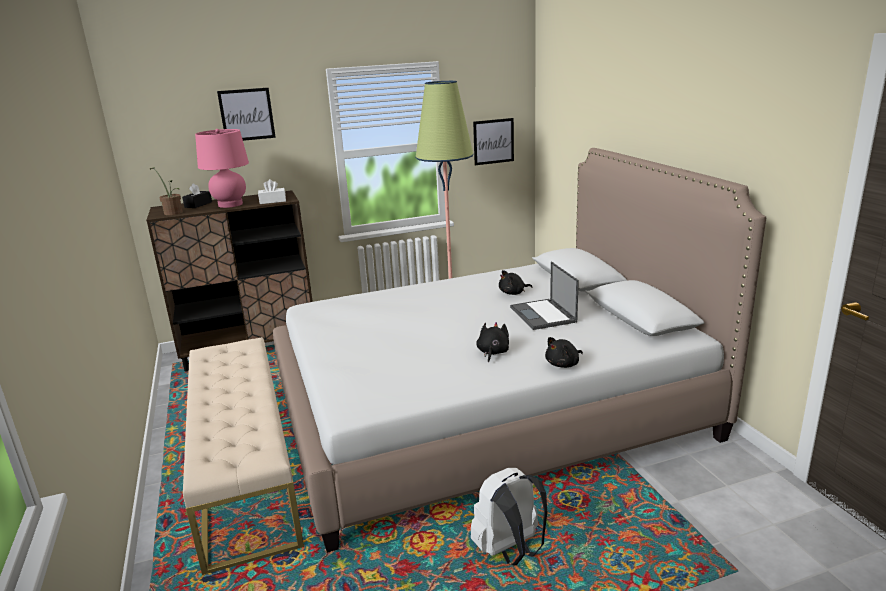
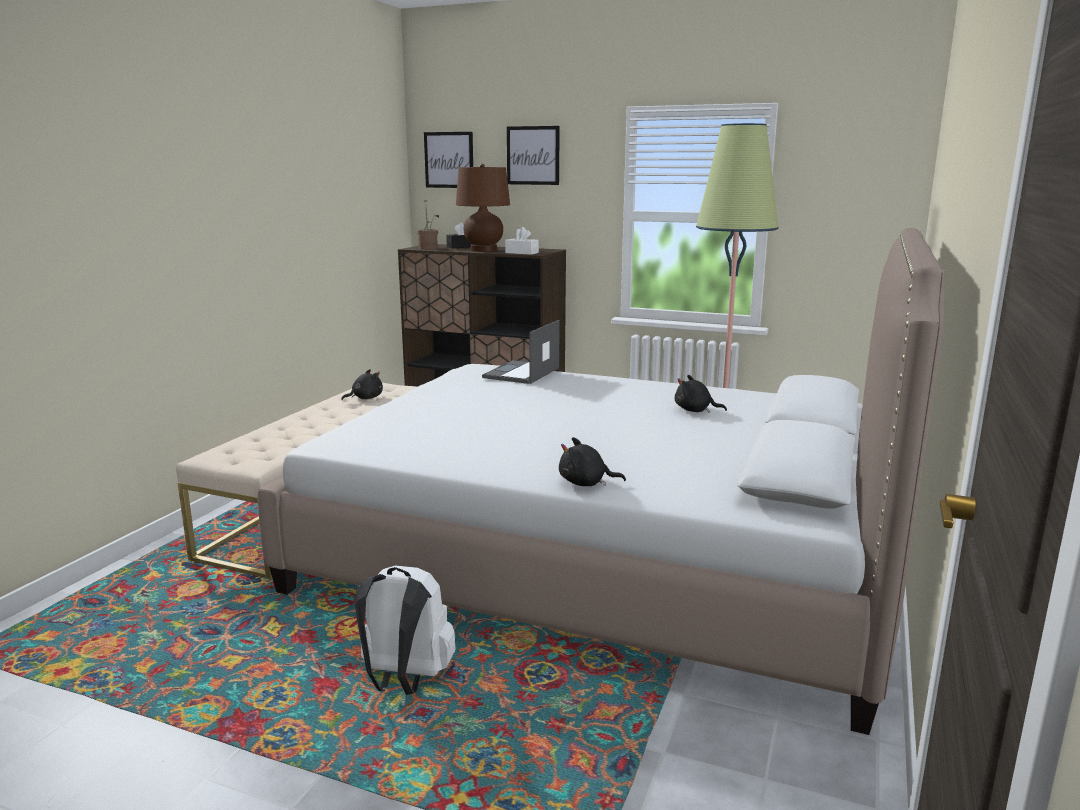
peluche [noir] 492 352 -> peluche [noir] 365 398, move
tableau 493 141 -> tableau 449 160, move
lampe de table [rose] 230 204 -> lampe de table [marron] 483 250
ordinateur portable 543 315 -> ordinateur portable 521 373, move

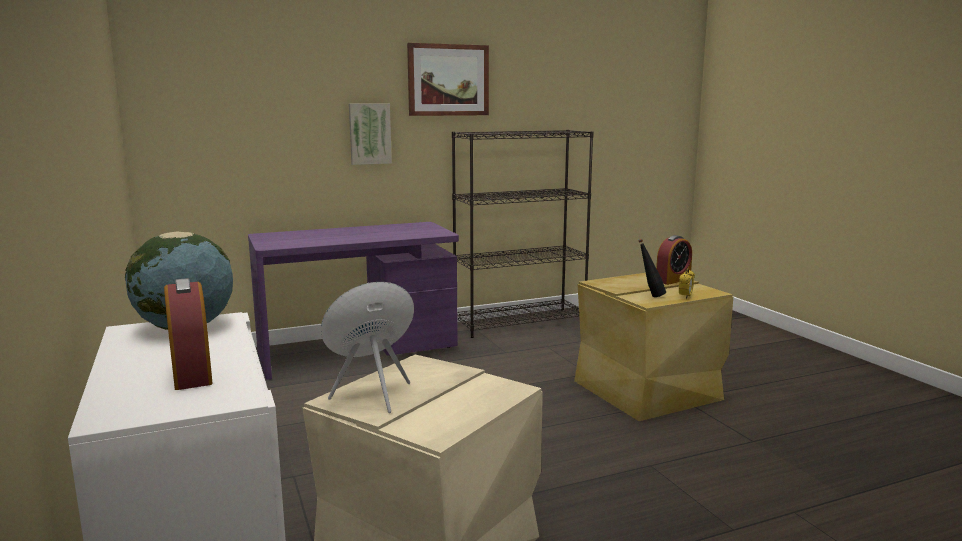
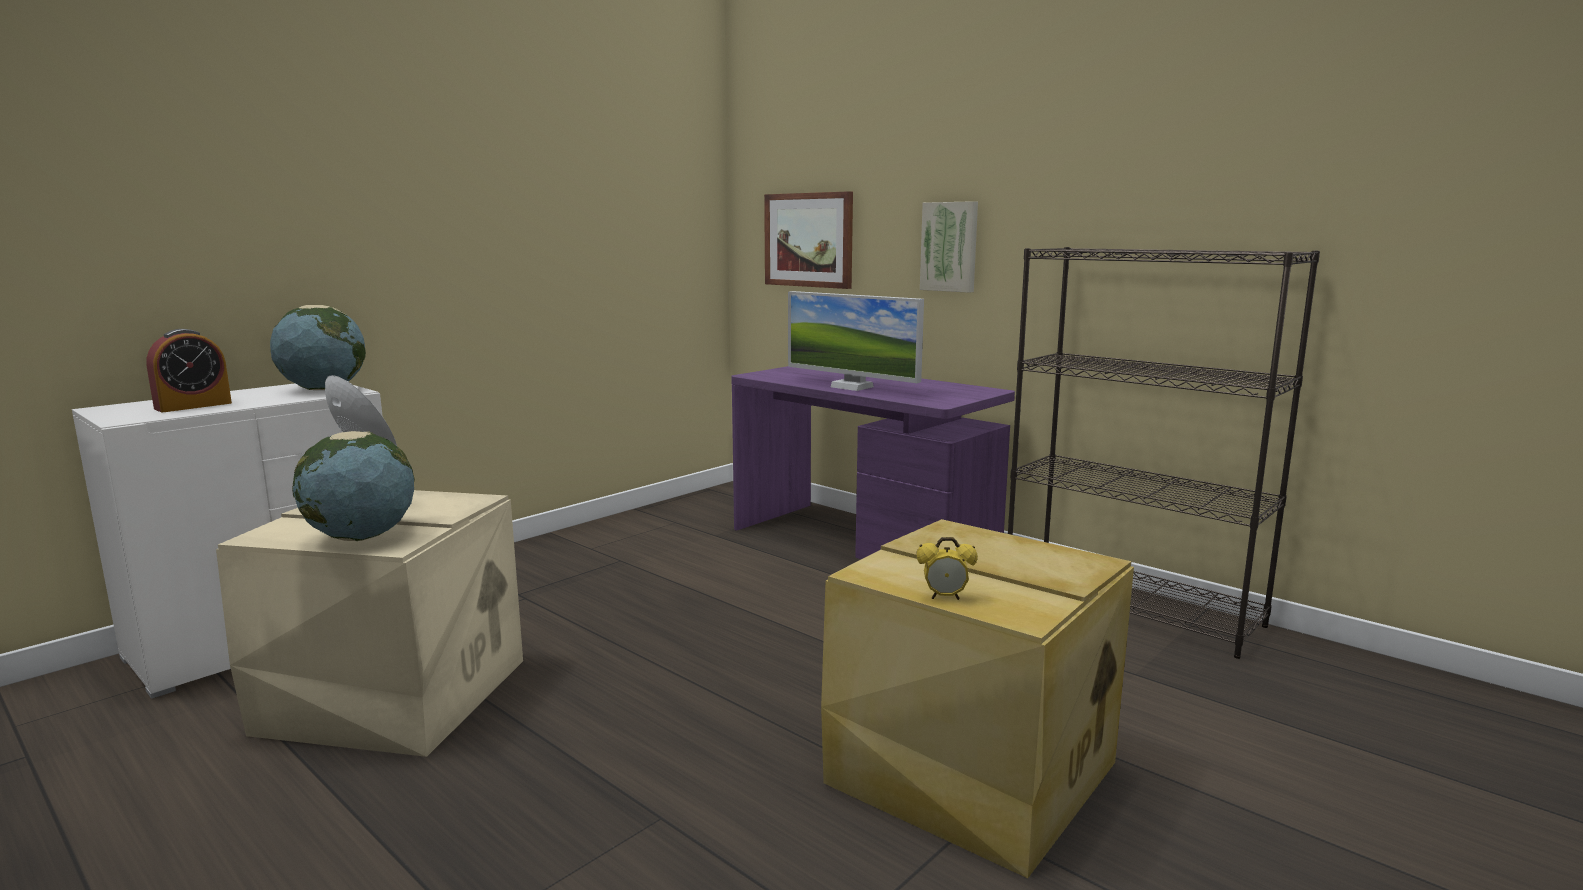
none -> globe 360 537
tableau 448 80 -> tableau 809 240, move
none -> écran d'ordinateur 852 387
bouteille [noir] 650 296 -> none
réveil 673 280 -> none

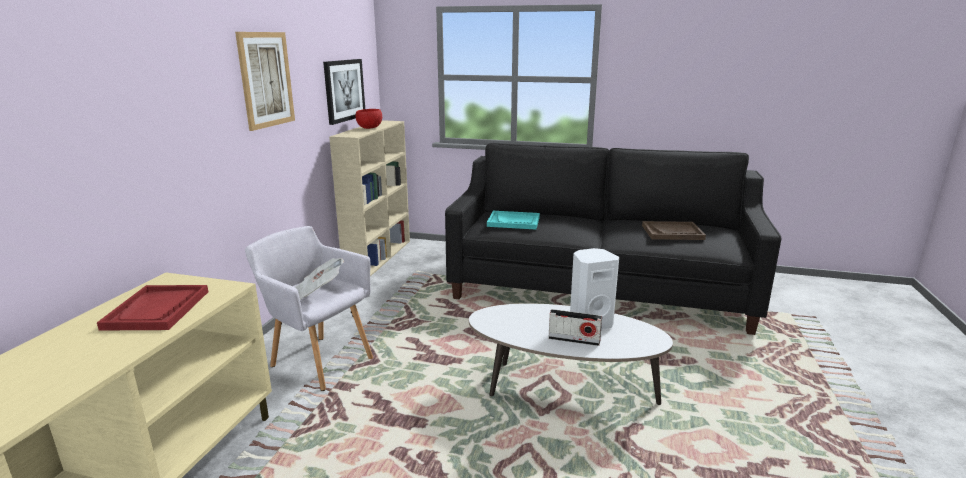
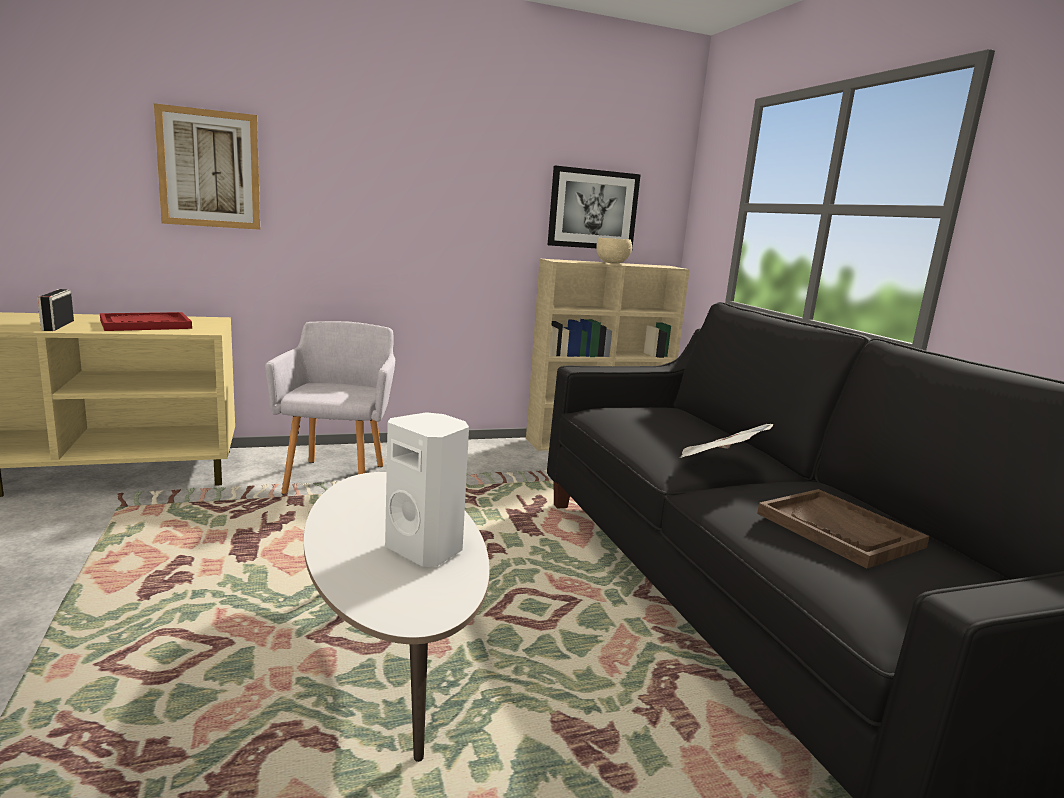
radio 574 340 -> radio 58 326, move
tableau 266 79 -> tableau 209 169, move
bol [rouge] 369 128 -> bol [beige] 612 263
journal 317 292 -> journal 718 463, move
plateau [turquoise] 514 222 -> none

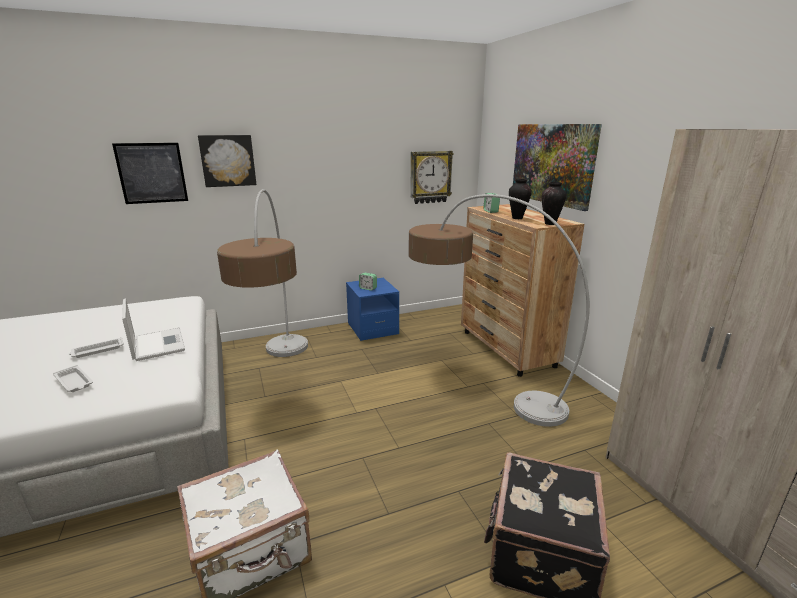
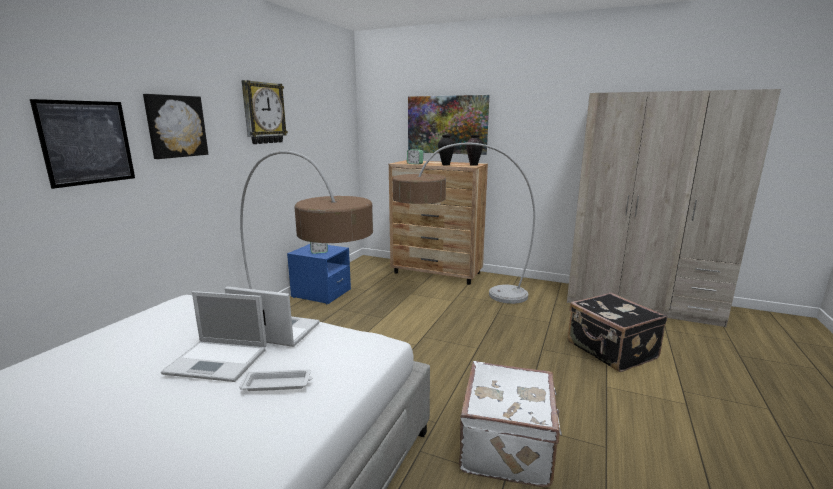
plateau [blanc] 97 350 -> ordinateur portable 219 361
horloge murale 430 177 -> horloge murale 263 113, move

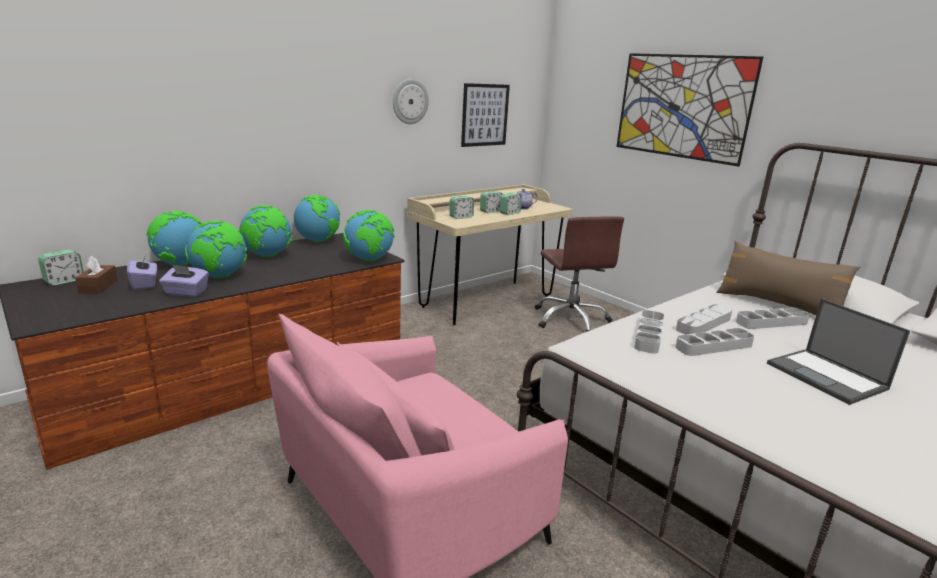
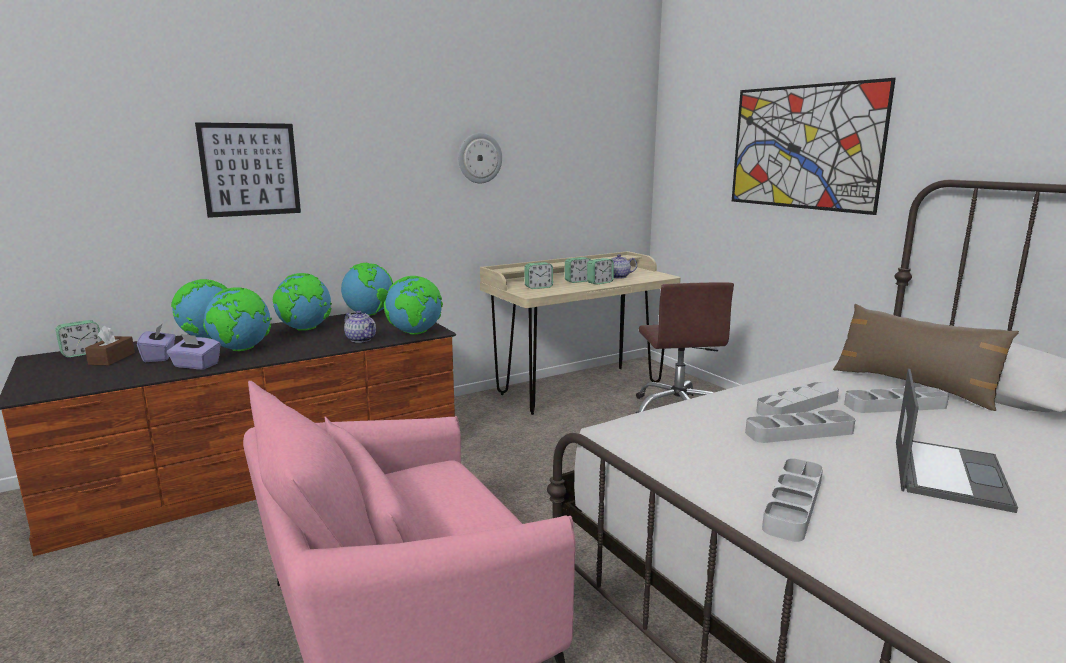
tableau 485 115 -> tableau 250 169, move
none -> théière 361 339
plateau [gris] 649 335 -> plateau [gris] 793 504, move
ordinateur portable 827 377 -> ordinateur portable 948 473, 135 degrees counterclockwise

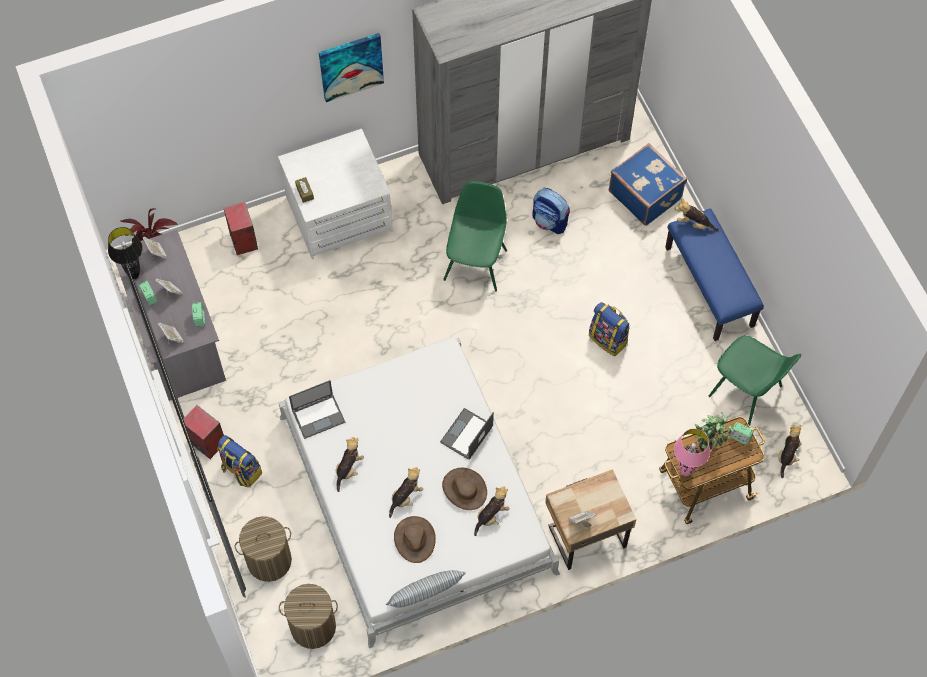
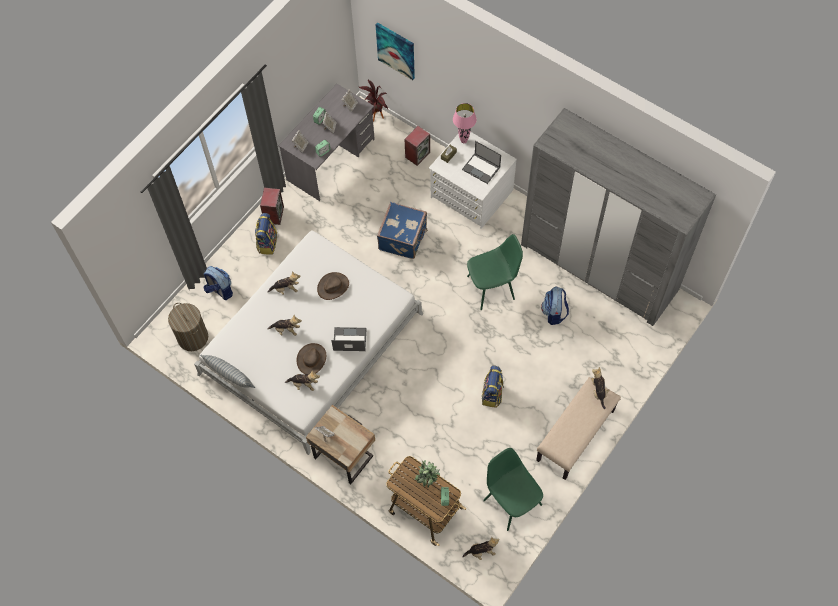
panier à linge 269 560 -> sac à dos 220 290
chapeau [marron] 414 539 -> chapeau [marron] 333 286, move
tableau 351 66 -> tableau 396 50, move
valise [bleu] 645 194 -> valise [bleu] 403 238, move
lampe de table [rose] 685 472 -> lampe de table [rose] 464 141, move
ordinateur portable 319 415 -> ordinateur portable 481 168, move
chaise [vert] 747 392 -> chaise [vert] 511 501, 135 degrees clockwise
banc [bleu] 710 287 -> banc [beige] 575 436
lampe de table [noir] 134 275 -> none

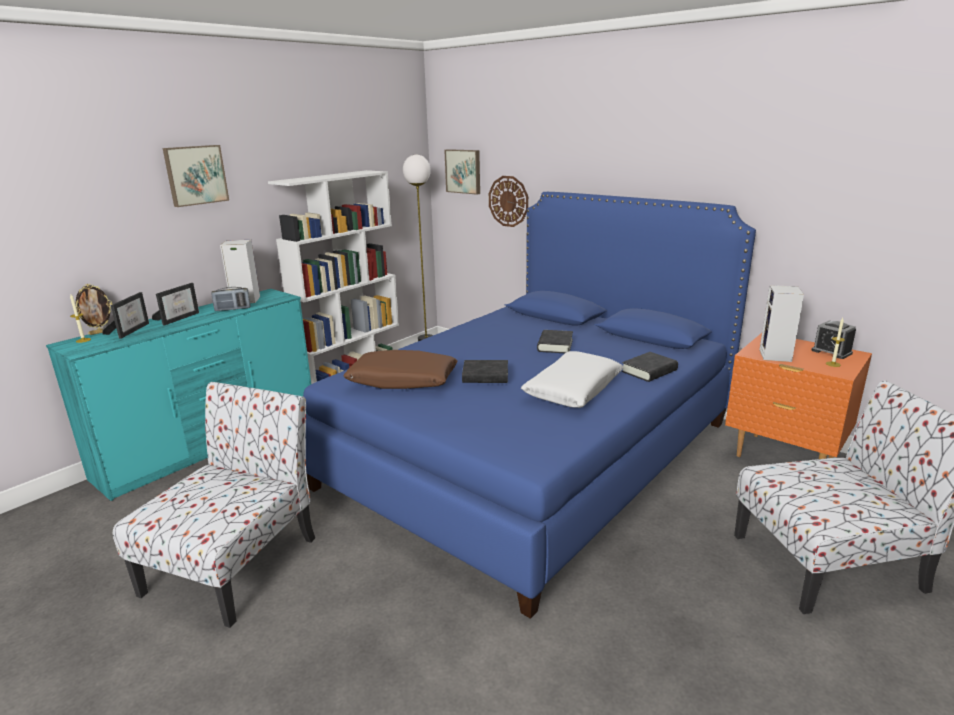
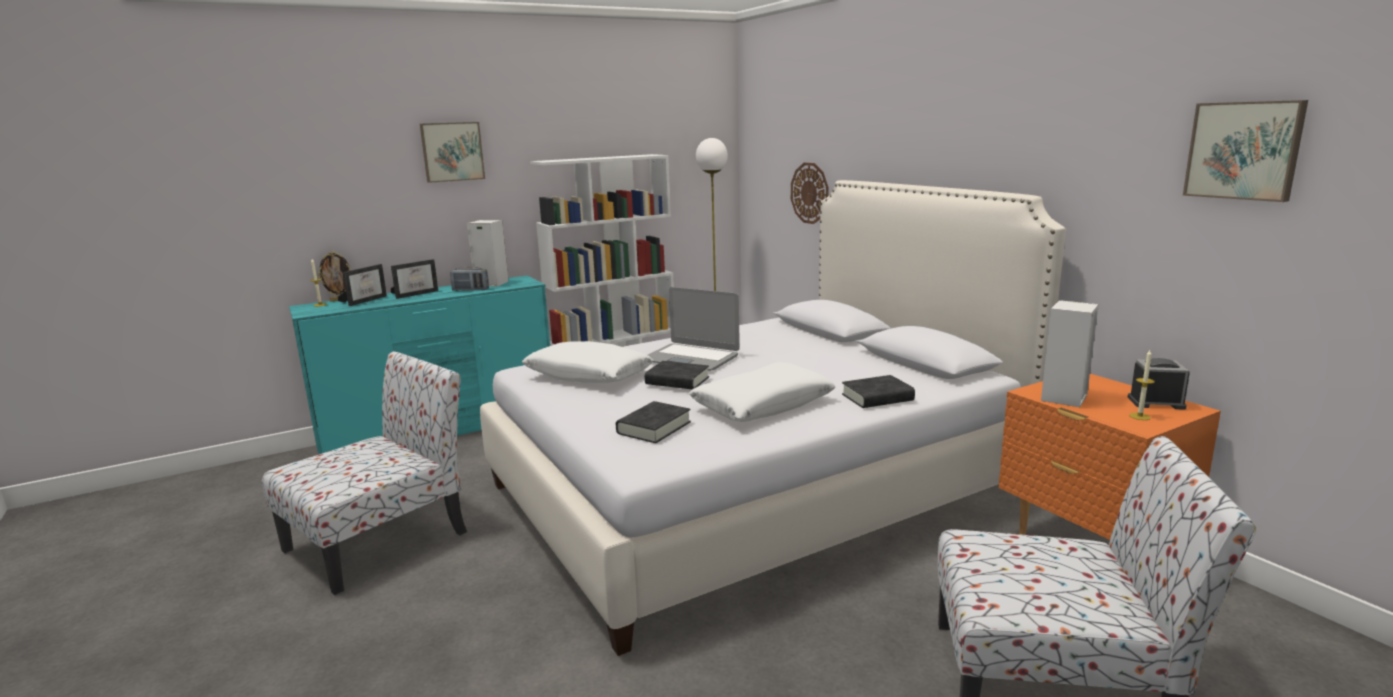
lit [bleu] 531 453 -> lit [blanc] 754 489
coussin [marron] 402 380 -> coussin [blanc] 588 375
livre [noir] 555 345 -> livre [noir] 654 427, move
none -> ordinateur portable 691 358
réveil 831 352 -> réveil 1156 402, 120 degrees clockwise
tableau 463 171 -> tableau 1244 150, move

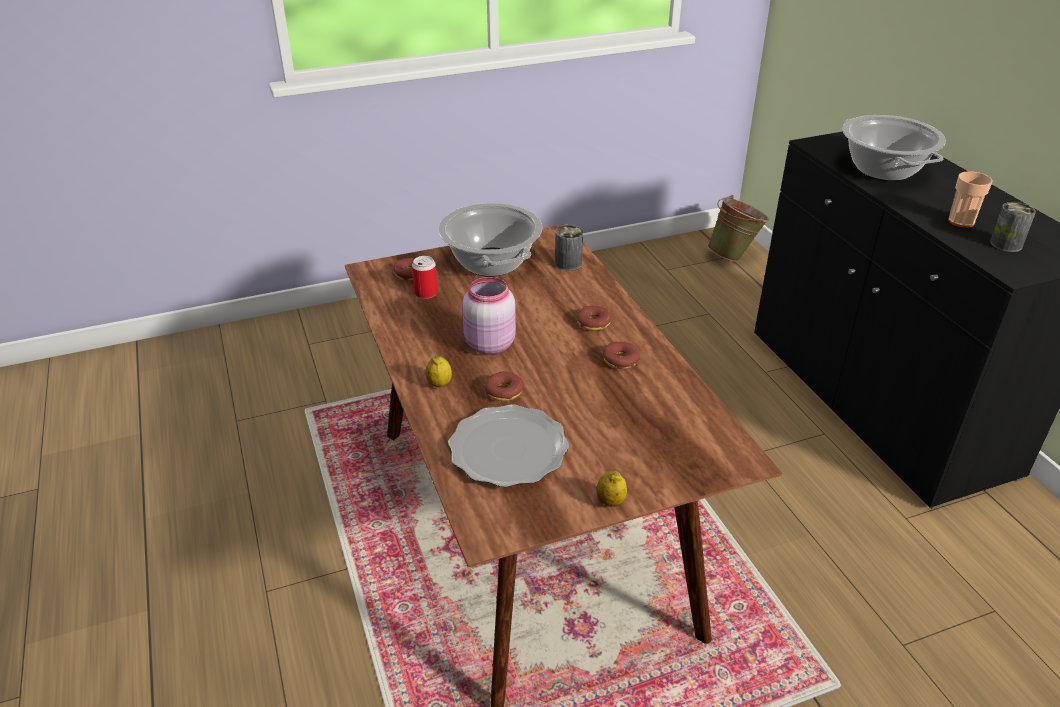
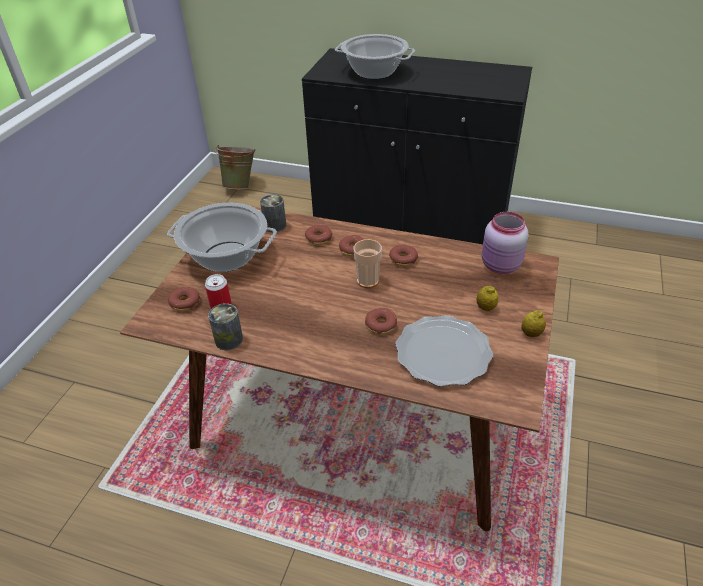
boîte métallique 1006 244 -> boîte métallique 229 340, move
none -> beignet 318 238
tasse 961 221 -> tasse 368 281, move
citron 439 384 -> citron 485 307, move
bocal [rose] 488 345 -> bocal [rose] 500 266, move

